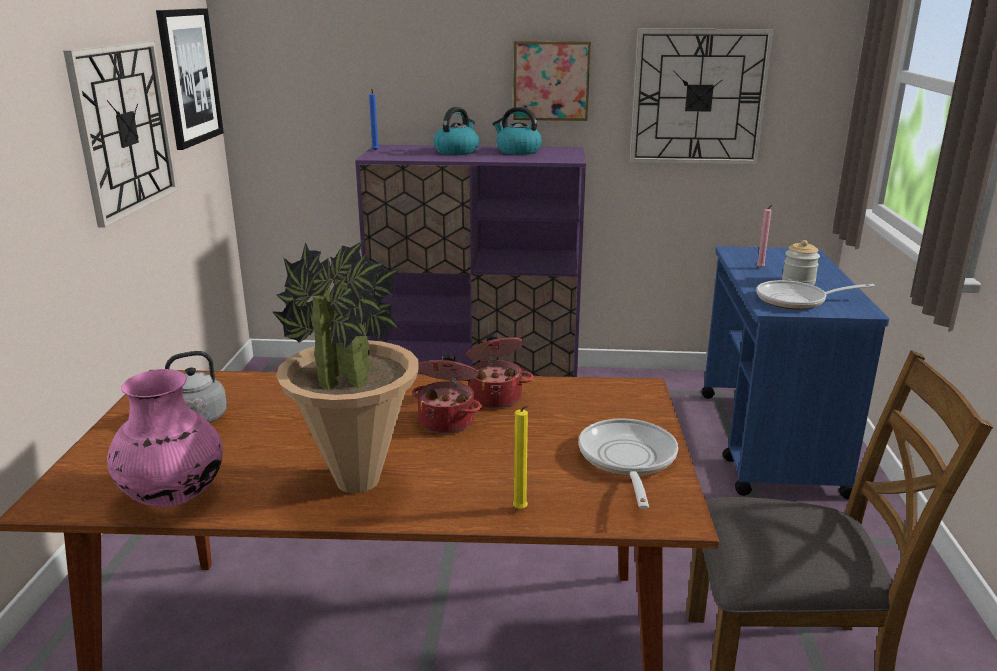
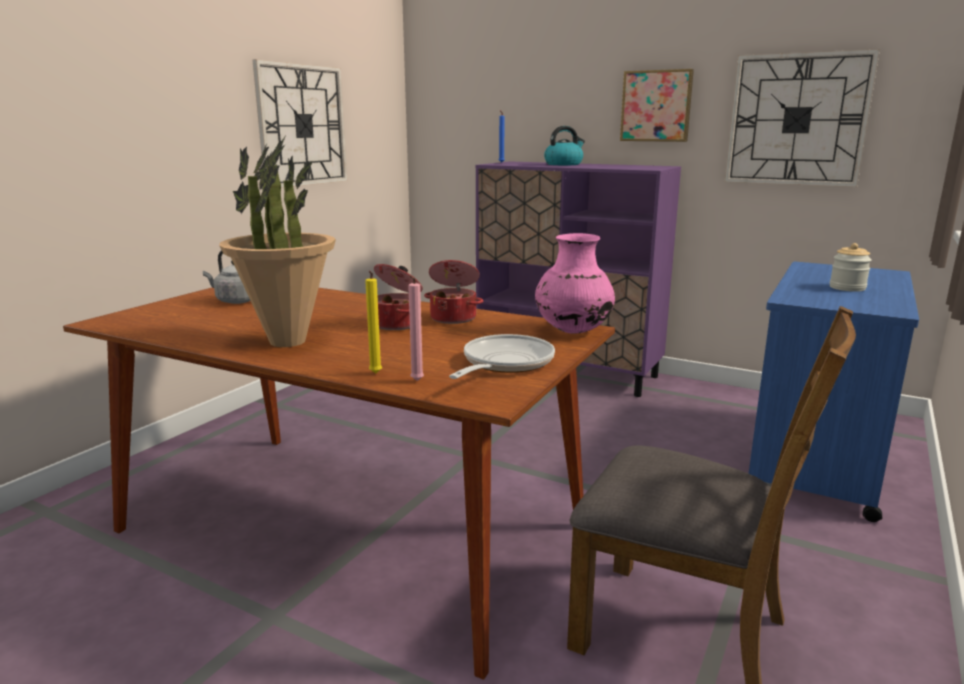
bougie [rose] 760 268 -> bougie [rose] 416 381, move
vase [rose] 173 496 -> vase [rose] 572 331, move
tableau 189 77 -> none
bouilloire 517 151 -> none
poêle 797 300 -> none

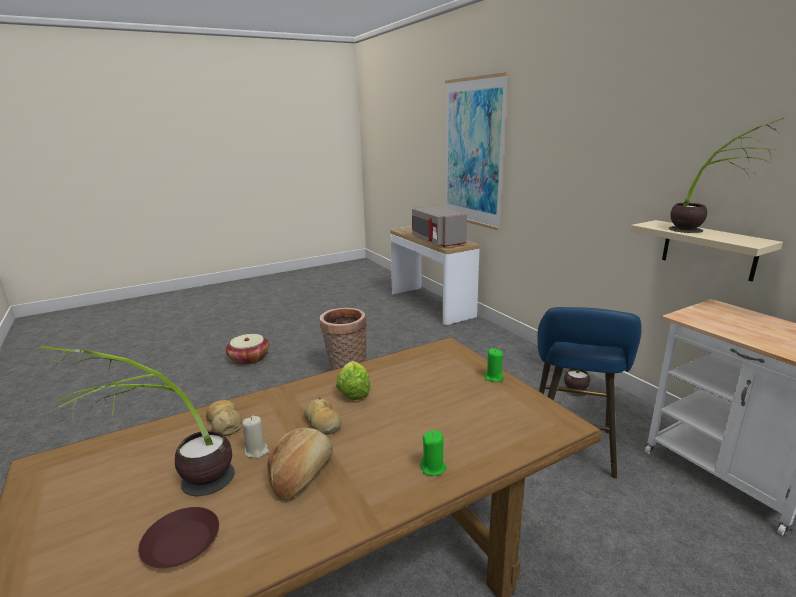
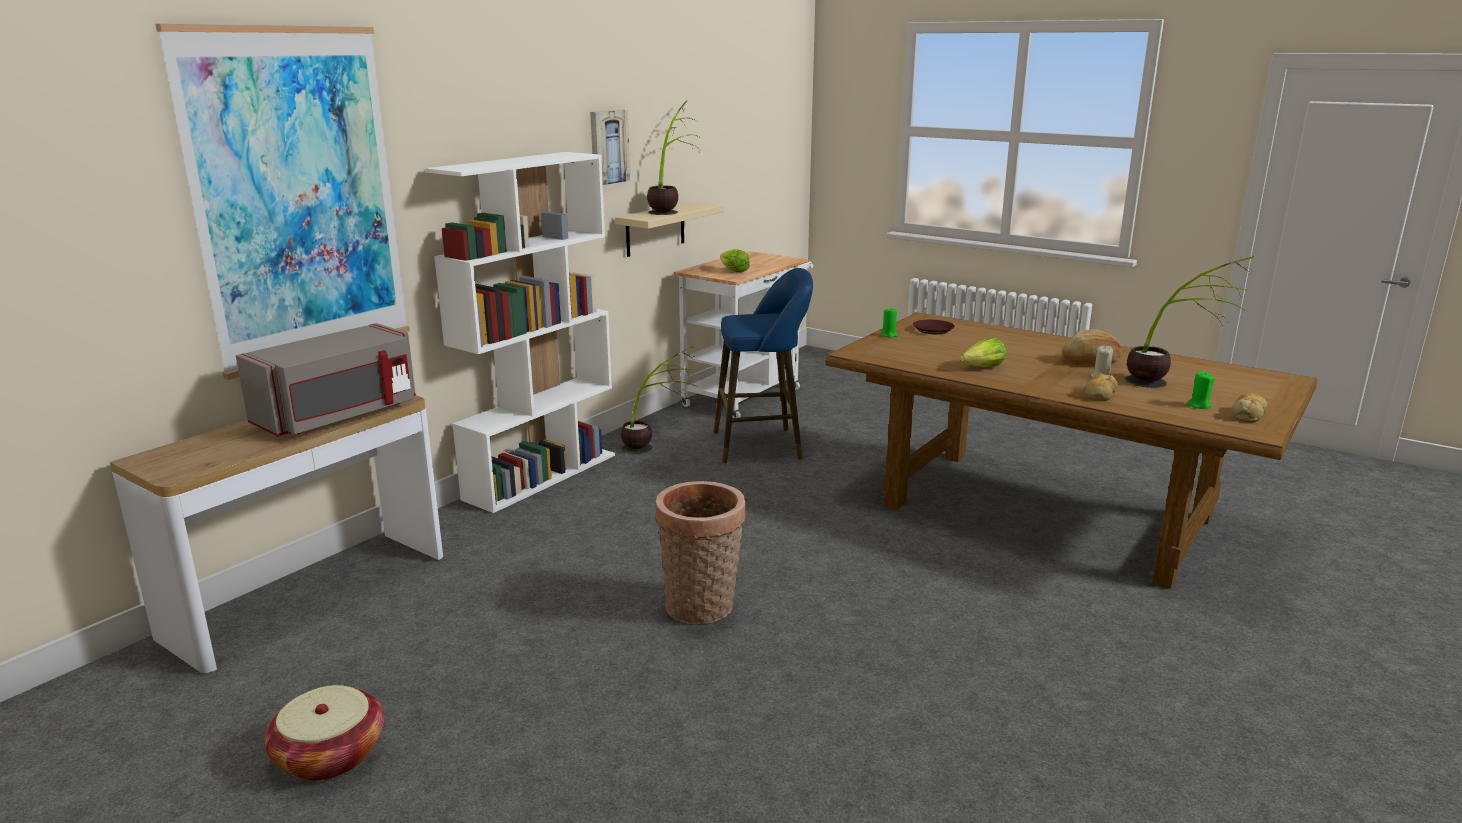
panier 249 358 -> panier 330 756, move
none -> bibliothèque [blanc] 541 476
none -> tableau 608 147
none -> laitue 733 271
assiette [marron] 182 543 -> assiette [marron] 933 330, move
bougie [vert] 433 468 -> bougie [vert] 1198 405, move
pain 323 423 -> pain 1247 415, move

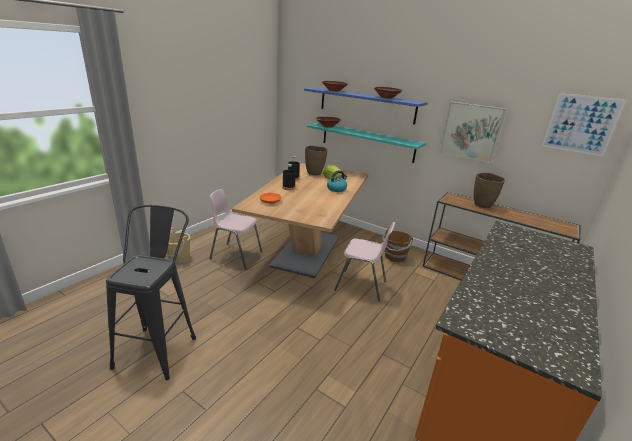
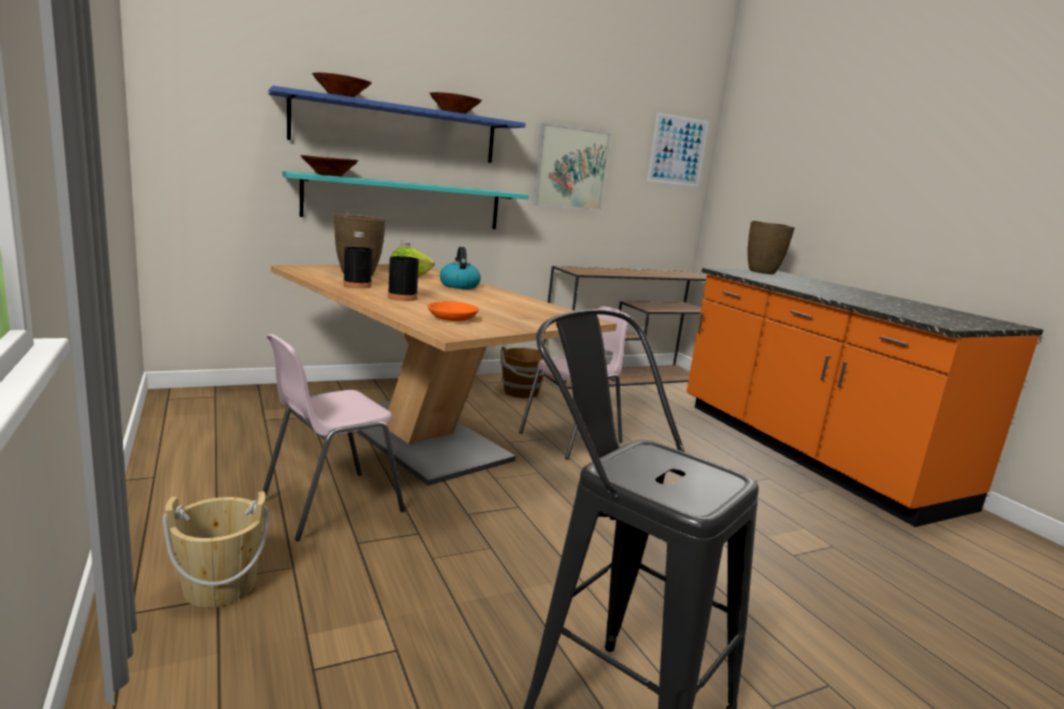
vase [marron] 482 205 -> vase [marron] 763 272, move

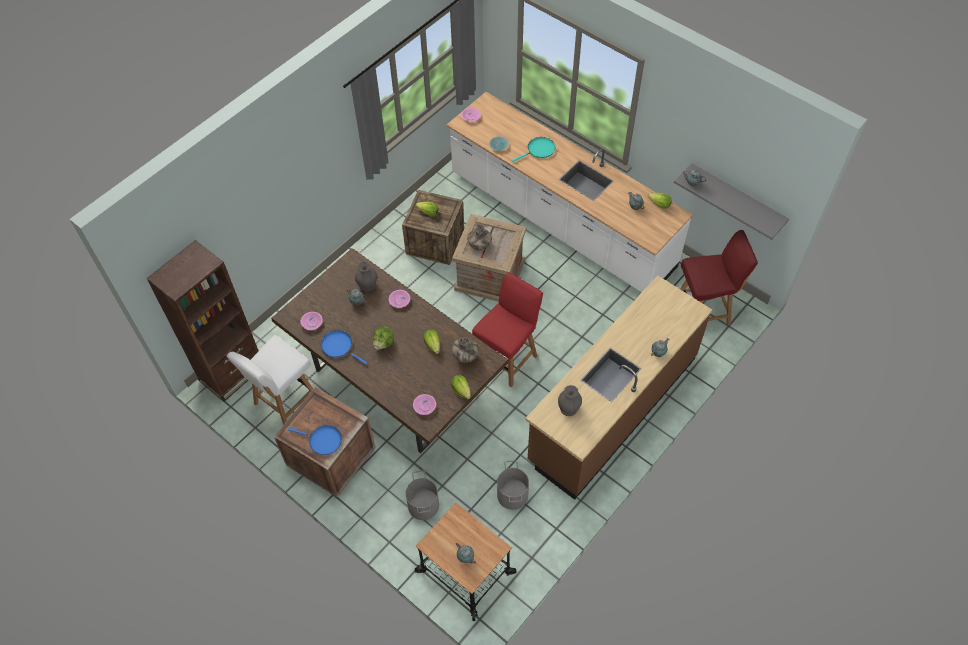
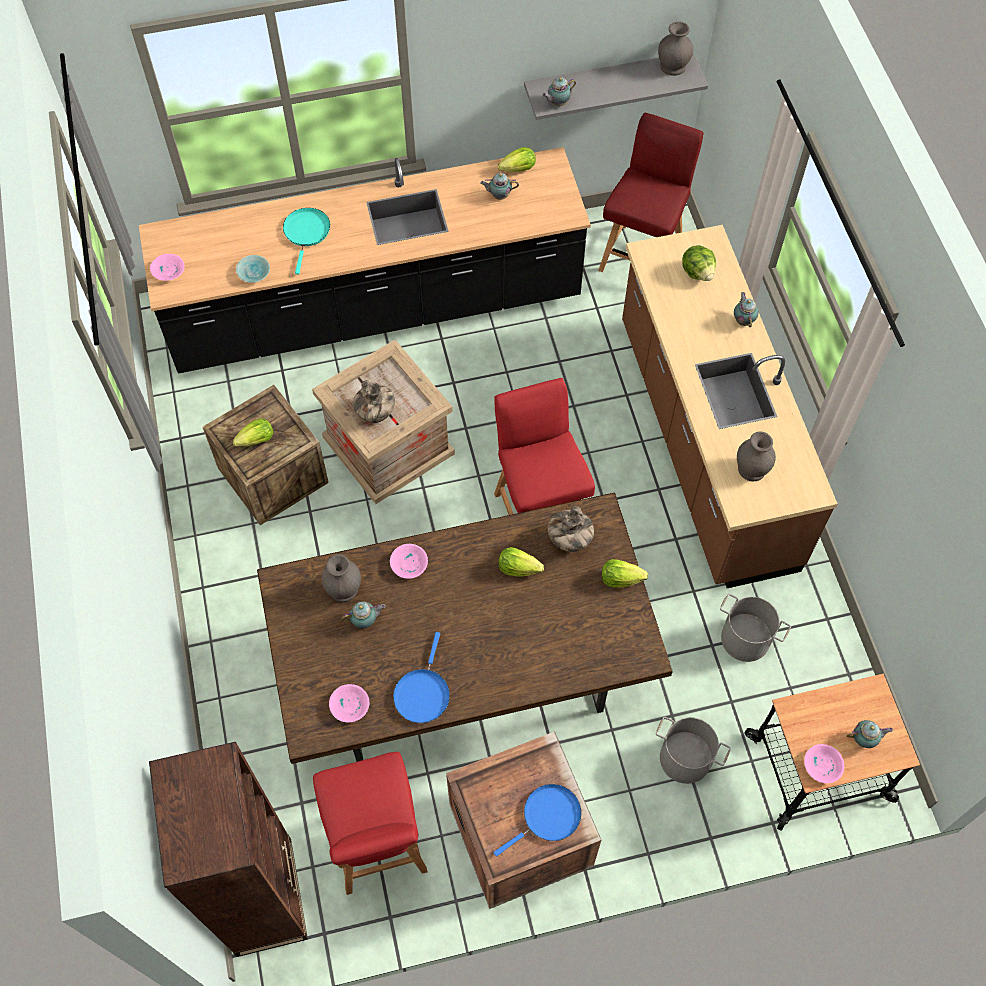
comptoir de cuisine [blanc] 560 221 -> comptoir de cuisine [noir] 375 309
chaise [blanc] 285 401 -> chaise [rouge] 378 846
poêle [bleu] 339 346 -> poêle [bleu] 422 693, 60 degrees counterclockwise
none -> vase [gris] 672 66
laitue 383 343 -> laitue 698 272, move
bol [rose] 425 406 -> bol [rose] 822 764, move

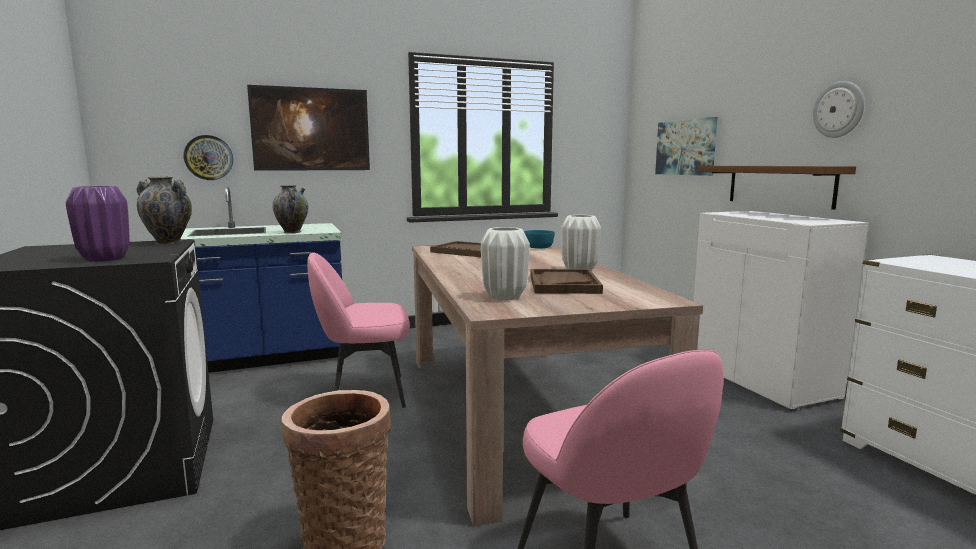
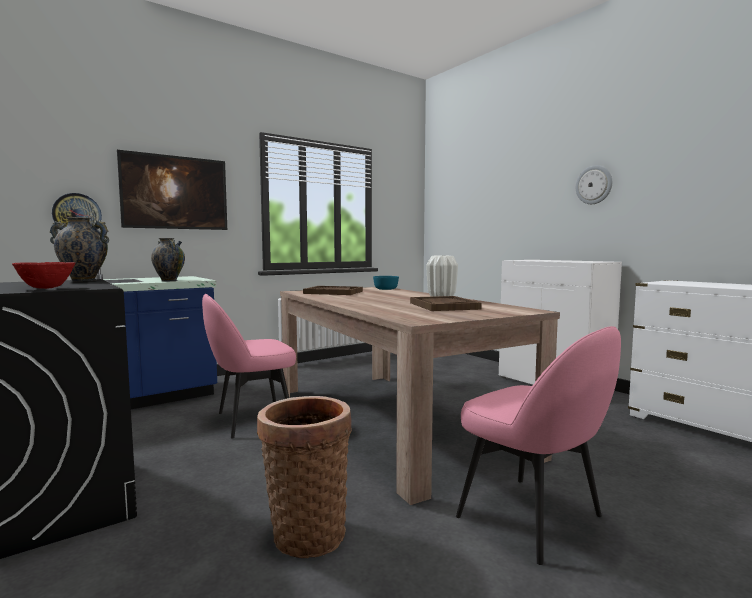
vase [violet] 105 259 -> bol [rouge] 47 288
vase [blanc] 504 297 -> none
tableau 686 147 -> none
étagère [marron] 779 185 -> none

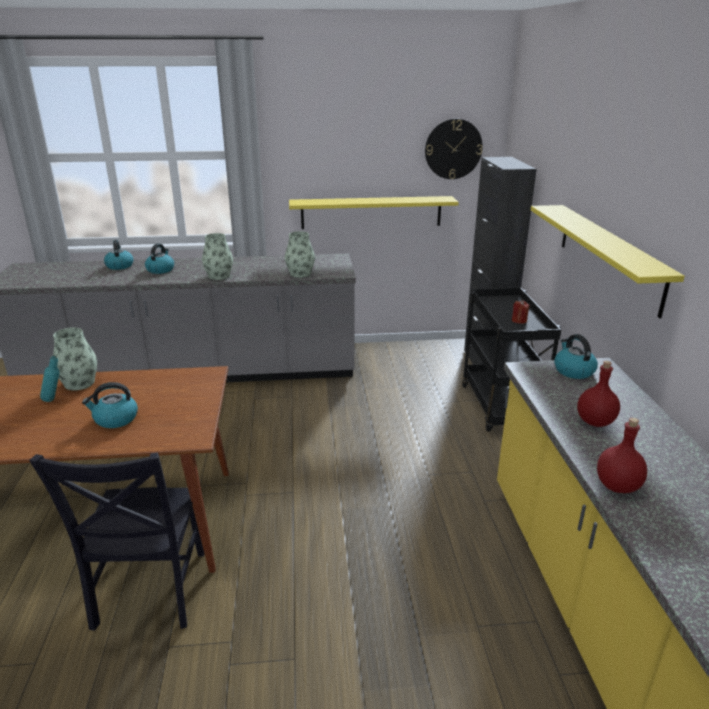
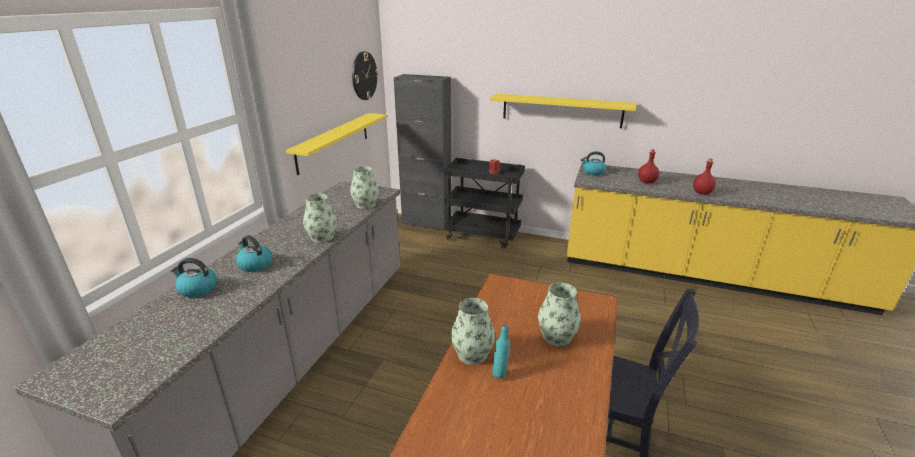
bouilloire 115 419 -> vase 557 336

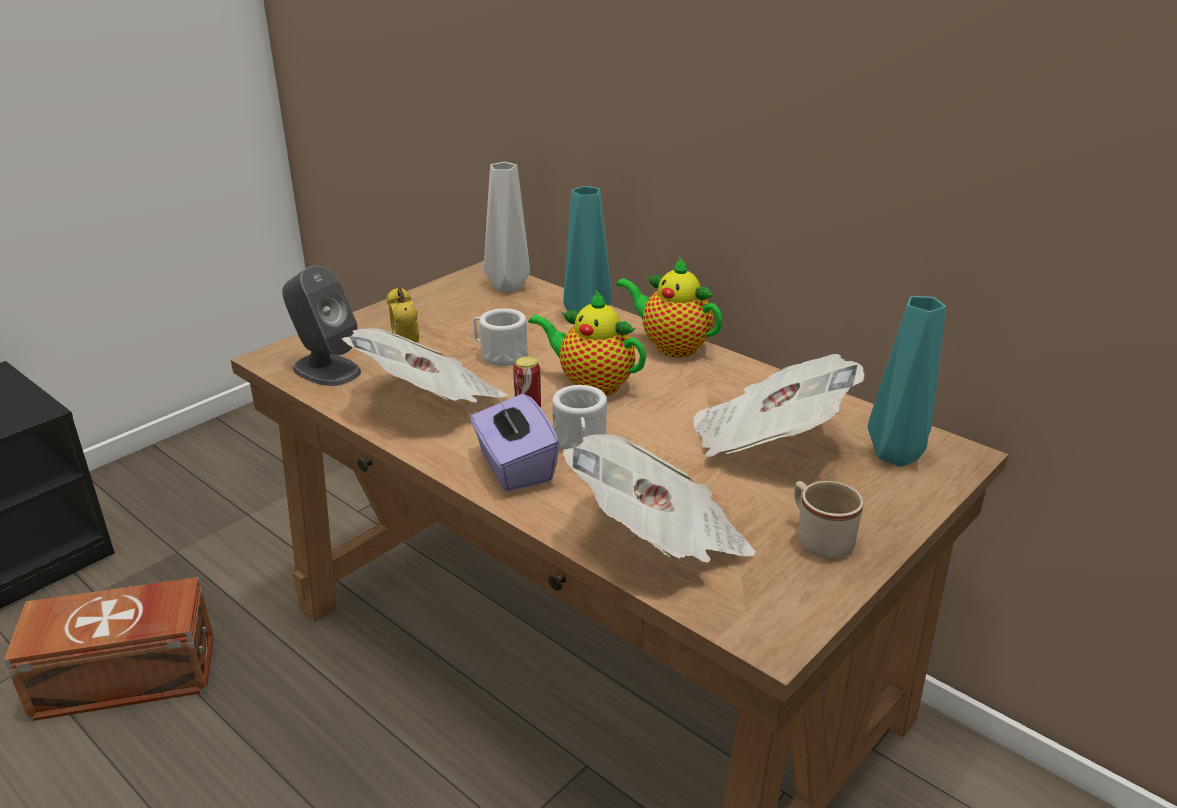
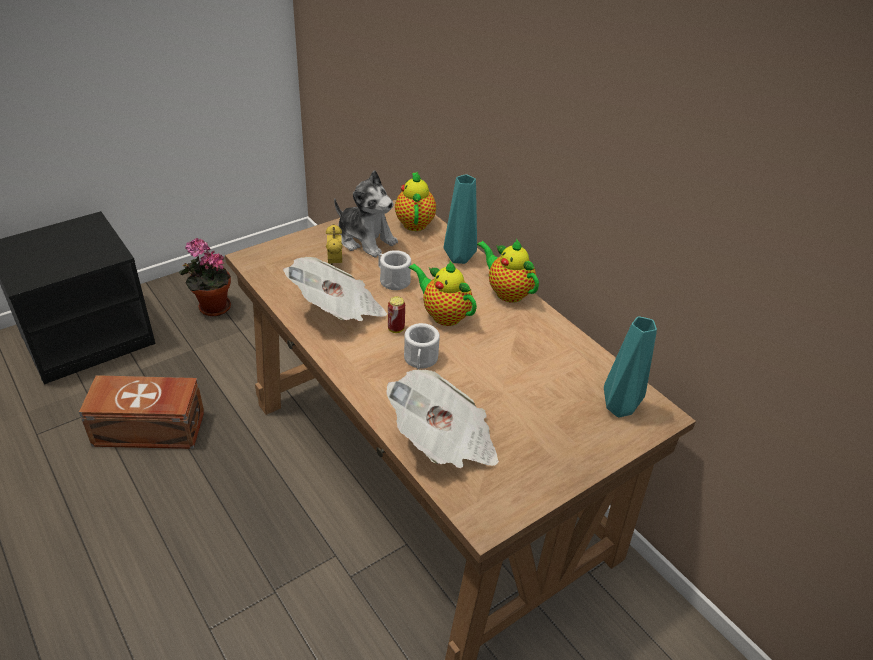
none -> plante en pot 211 308
none -> peluche 366 240
vase [gris] 506 287 -> théière 415 222
enceinte [gris] 326 369 -> none
boîte à mouchoirs [violet] 514 467 -> none
journal 766 441 -> none
mug [beige] 818 539 -> none

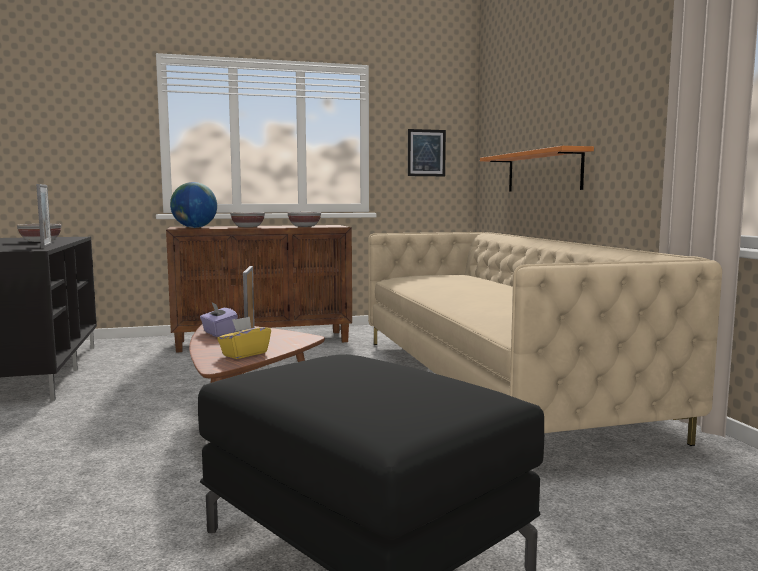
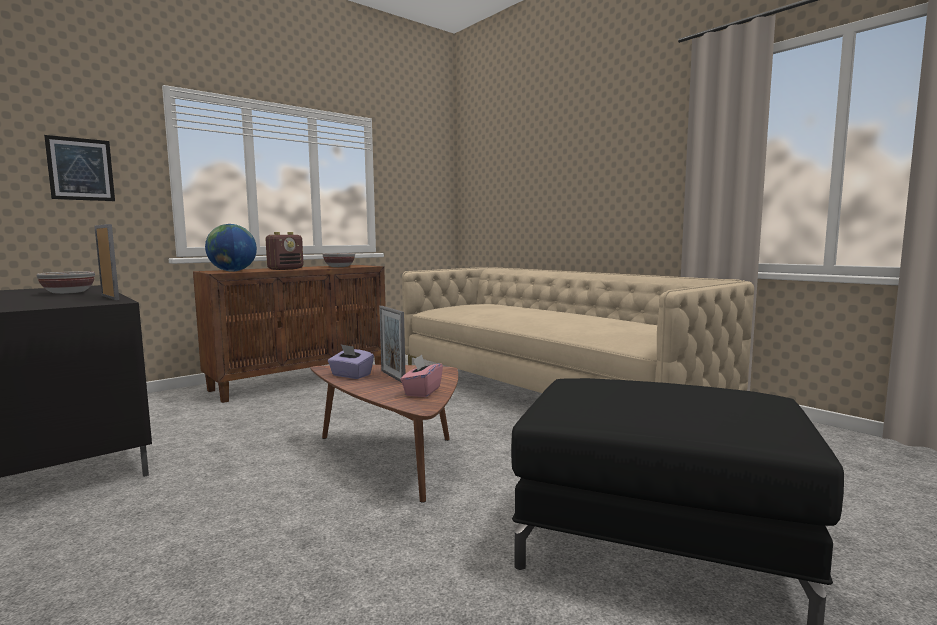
tableau 426 153 -> tableau 81 169, move
bol 248 227 -> radio 286 269
boîte à mouchoirs [jaune] 244 354 -> boîte à mouchoirs [rose] 422 391
étagère [orange] 543 171 -> none

